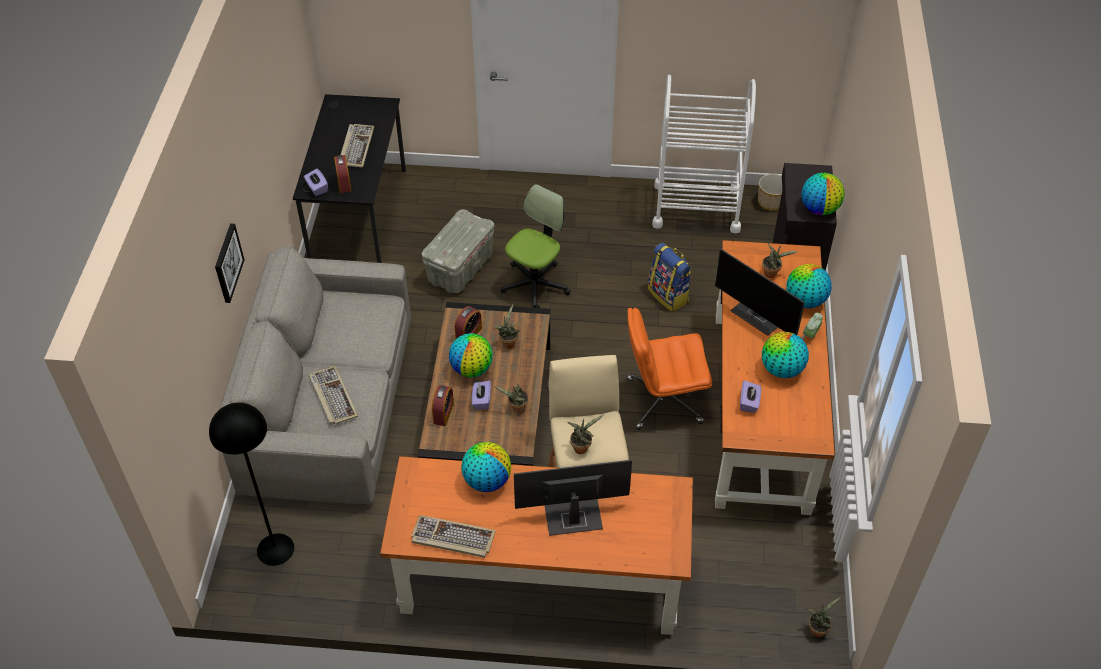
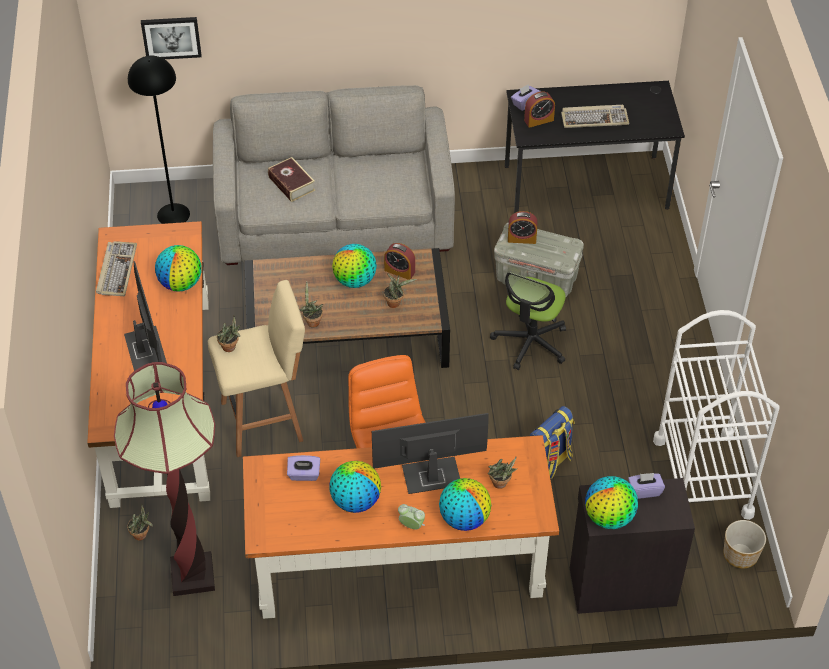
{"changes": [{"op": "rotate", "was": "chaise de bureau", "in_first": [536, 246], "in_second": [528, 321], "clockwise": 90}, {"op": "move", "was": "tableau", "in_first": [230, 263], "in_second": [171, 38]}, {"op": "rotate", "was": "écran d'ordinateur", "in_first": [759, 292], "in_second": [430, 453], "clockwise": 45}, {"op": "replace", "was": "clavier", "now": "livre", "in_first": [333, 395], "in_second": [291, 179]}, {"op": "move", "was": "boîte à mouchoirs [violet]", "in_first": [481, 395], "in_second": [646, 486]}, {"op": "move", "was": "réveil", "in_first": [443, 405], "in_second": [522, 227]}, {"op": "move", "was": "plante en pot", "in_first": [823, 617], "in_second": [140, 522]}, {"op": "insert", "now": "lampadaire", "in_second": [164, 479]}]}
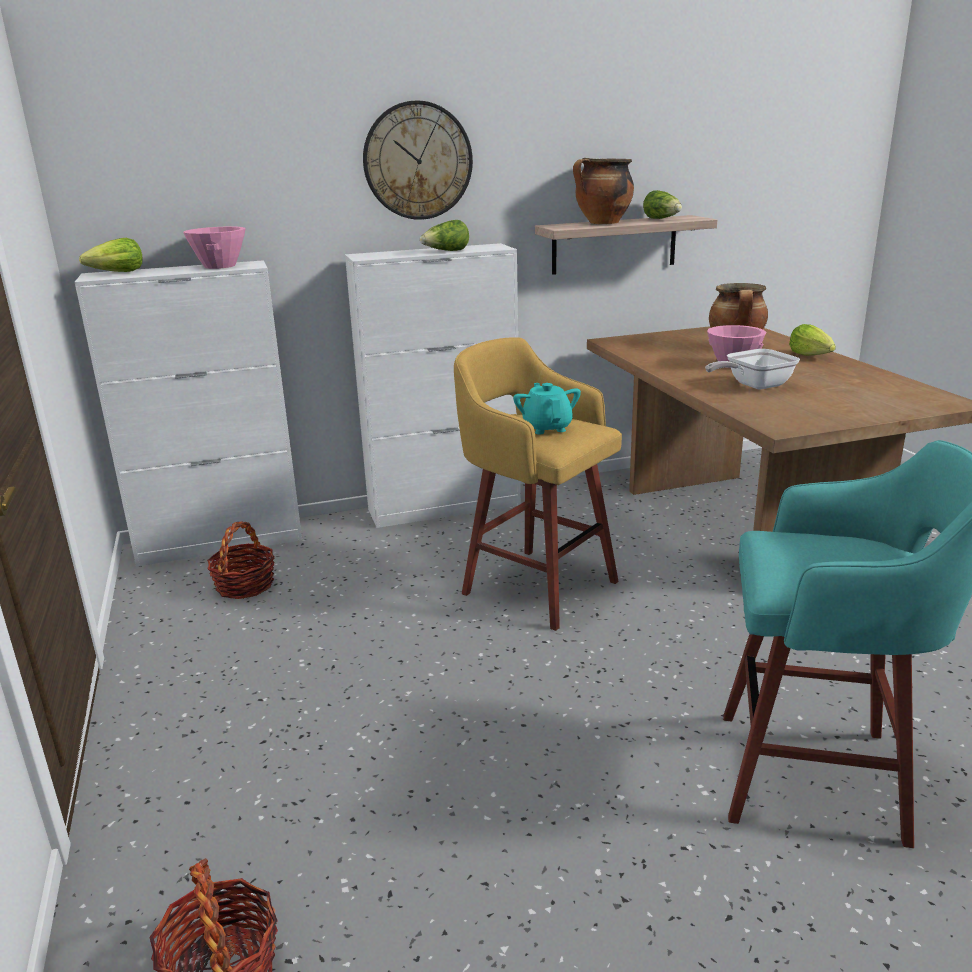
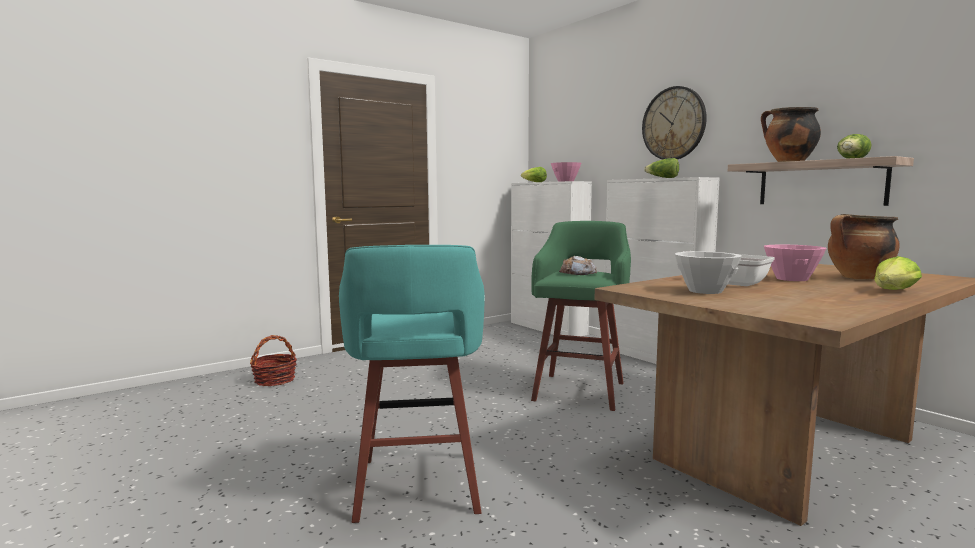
{"changes": [{"op": "recolor", "was": "tabouret [jaune]", "now": "tabouret [vert]", "in_first": [538, 484], "in_second": [581, 316]}, {"op": "replace", "was": "théière [turquoise]", "now": "pain", "in_first": [547, 408], "in_second": [578, 265]}, {"op": "delete", "was": "panier", "in_first": [241, 560]}, {"op": "insert", "now": "bol [blanc]", "in_second": [708, 273]}]}
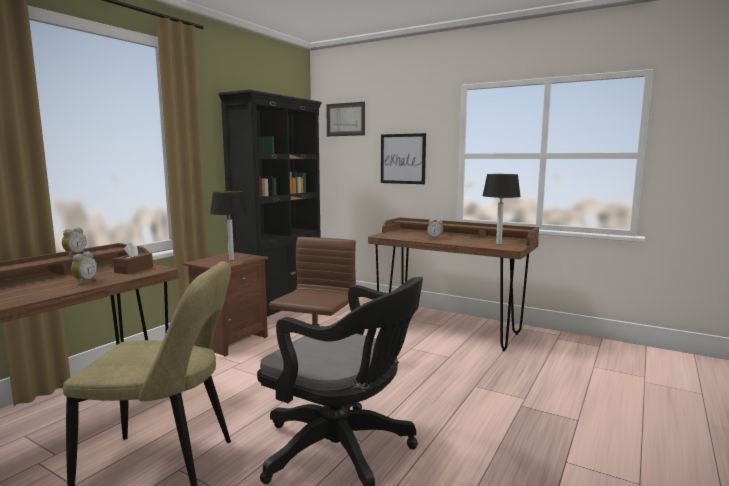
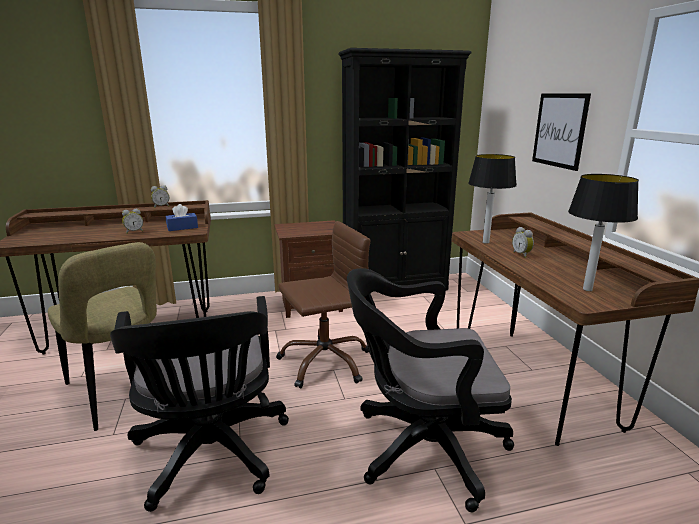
{"changes": [{"op": "delete", "was": "tableau", "in_first": [345, 119]}, {"op": "move", "was": "lampe de table", "in_first": [229, 225], "in_second": [492, 199]}, {"op": "recolor", "was": "boîte à mouchoirs [marron]", "now": "boîte à mouchoirs [bleu]", "in_first": [133, 258], "in_second": [182, 217]}, {"op": "insert", "now": "chaise de bureau [noir]", "in_second": [430, 390]}]}
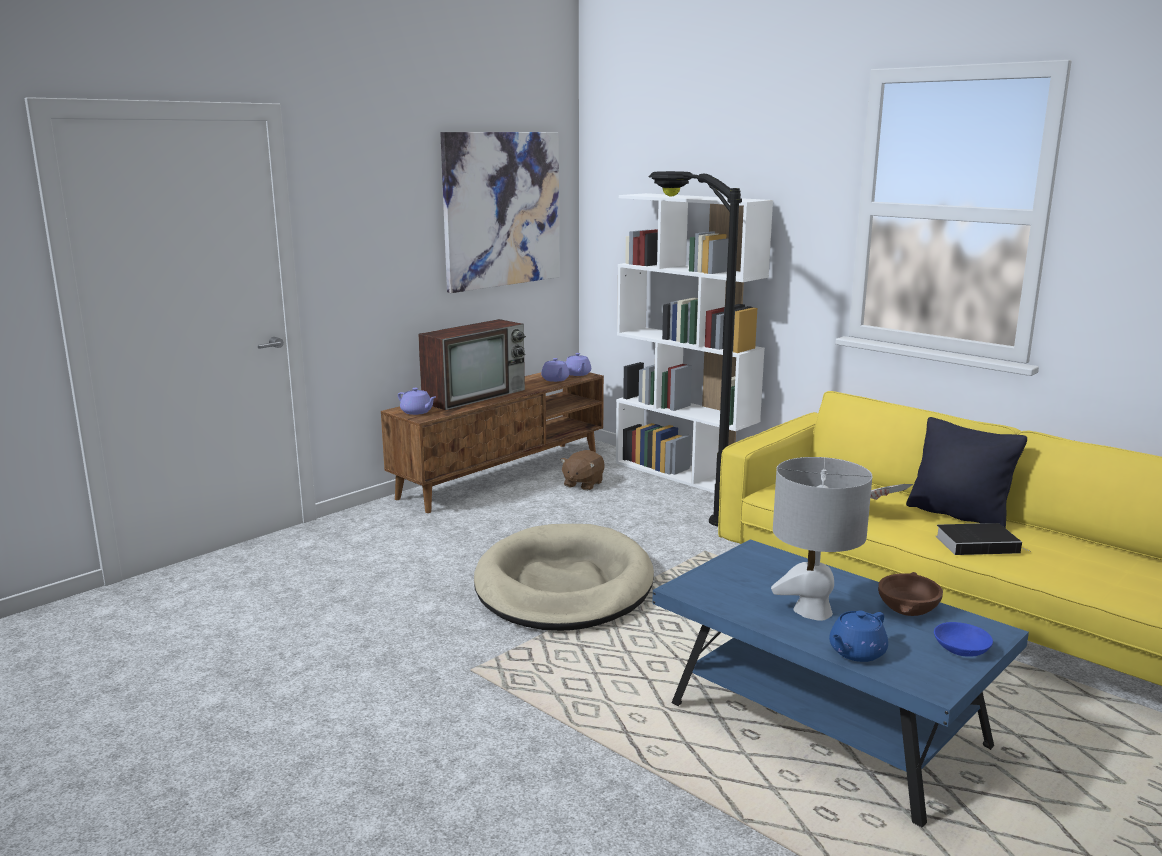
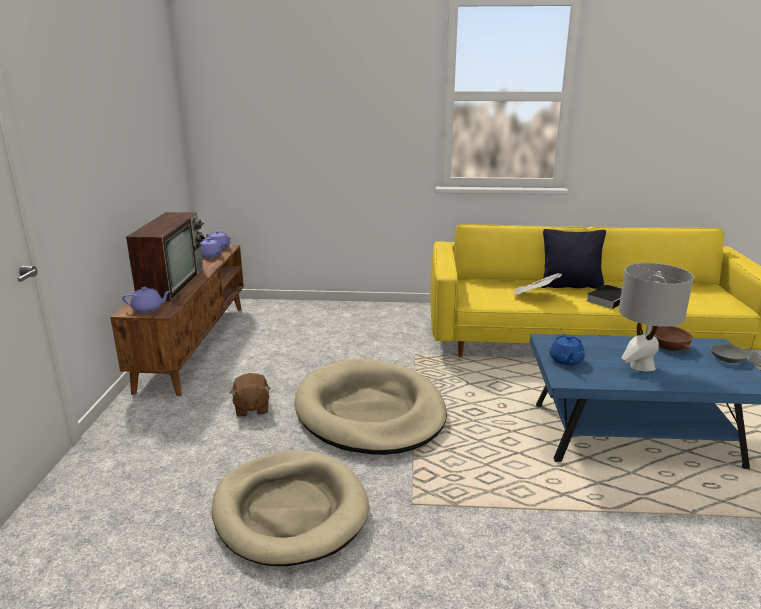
{"changes": [{"op": "delete", "was": "tableau", "in_first": [500, 212]}, {"op": "delete", "was": "lampadaire [noir]", "in_first": [695, 348]}, {"op": "delete", "was": "bibliothèque [blanc]", "in_first": [694, 343]}, {"op": "move", "was": "peluche [marron]", "in_first": [582, 470], "in_second": [250, 395]}, {"op": "move", "was": "théière [bleu]", "in_first": [858, 636], "in_second": [567, 349]}, {"op": "recolor", "was": "bol [bleu]", "now": "bol [gris]", "in_first": [963, 639], "in_second": [730, 353]}, {"op": "insert", "now": "panier pour chien [beige]", "in_second": [290, 508]}]}
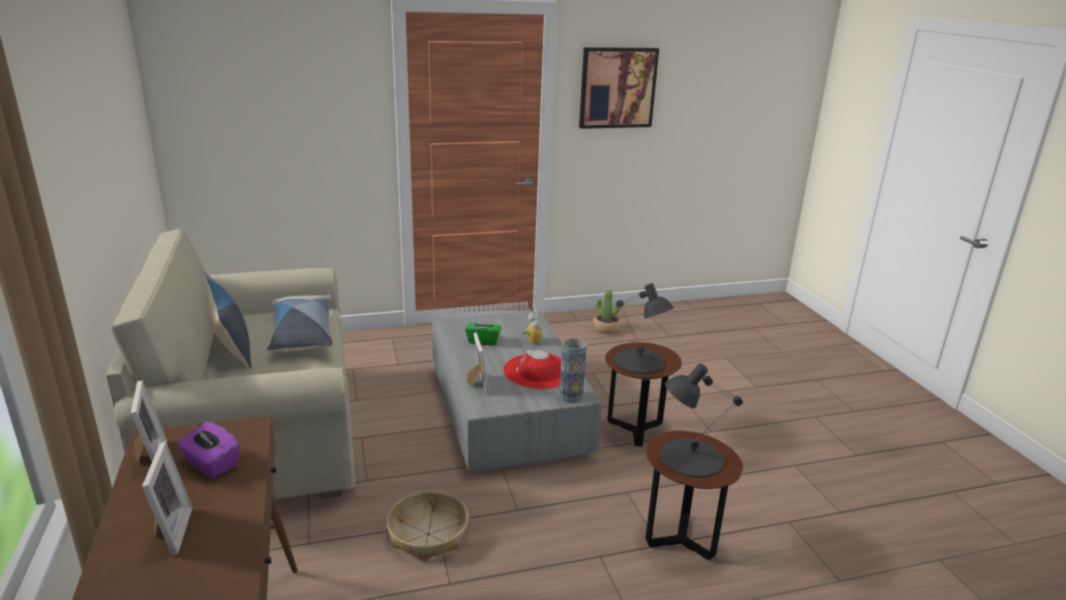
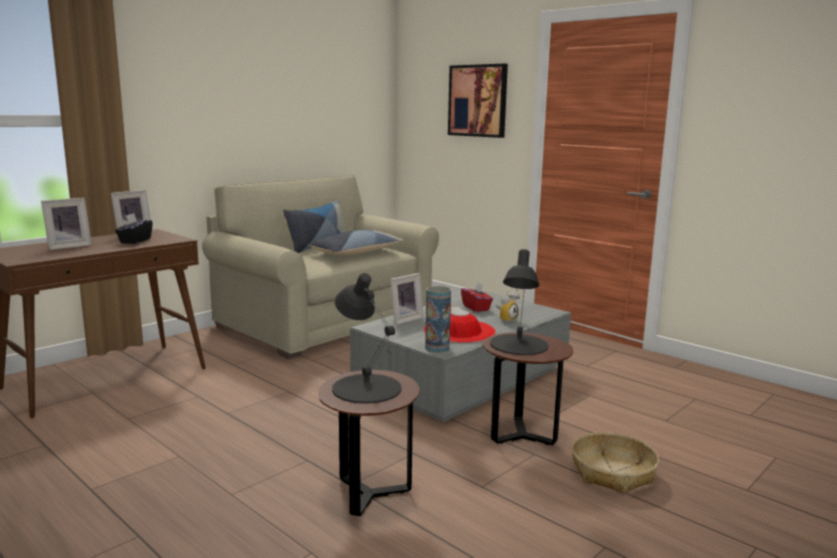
{"changes": [{"op": "move", "was": "tableau", "in_first": [619, 88], "in_second": [478, 101]}, {"op": "delete", "was": "plante en pot", "in_first": [607, 312]}, {"op": "recolor", "was": "boîte à mouchoirs [vert]", "now": "boîte à mouchoirs [rouge]", "in_first": [483, 330], "in_second": [477, 297]}, {"op": "recolor", "was": "boîte à mouchoirs [violet]", "now": "boîte à mouchoirs [noir]", "in_first": [208, 450], "in_second": [134, 228]}, {"op": "move", "was": "panier", "in_first": [427, 526], "in_second": [615, 463]}]}
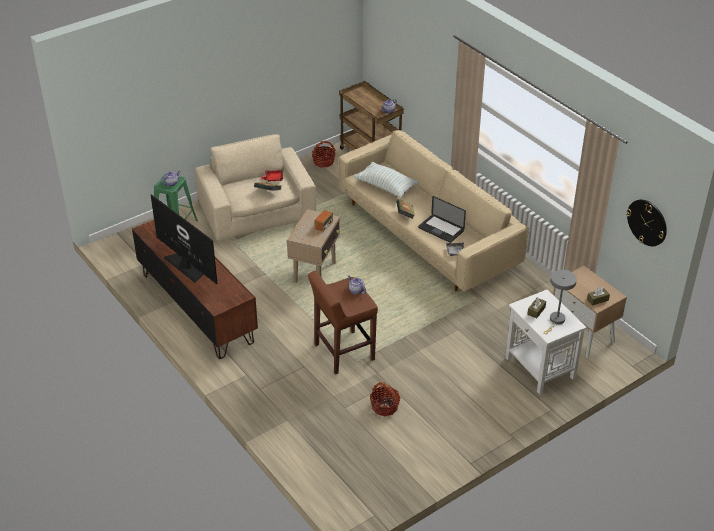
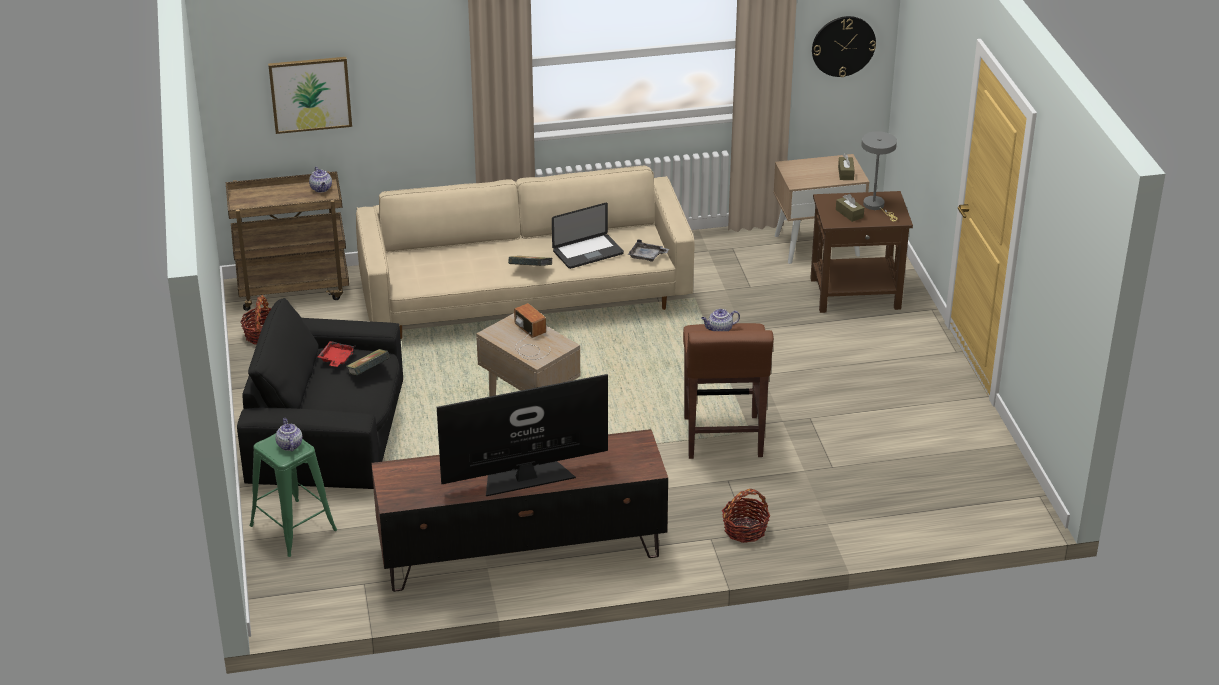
{"changes": [{"op": "recolor", "was": "fauteuil [beige]", "now": "fauteuil [noir]", "in_first": [255, 187], "in_second": [320, 393]}, {"op": "delete", "was": "coussin", "in_first": [386, 180]}, {"op": "recolor", "was": "table d'appoint [blanc]", "now": "table d'appoint [marron]", "in_first": [546, 342], "in_second": [861, 252]}, {"op": "move", "was": "panier", "in_first": [384, 399], "in_second": [746, 516]}, {"op": "insert", "now": "tableau", "in_second": [310, 95]}]}
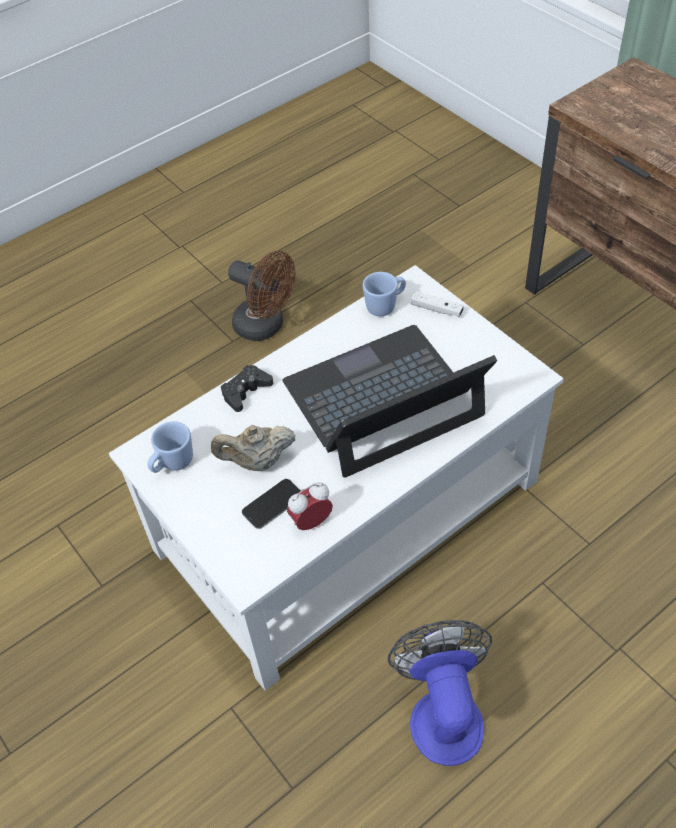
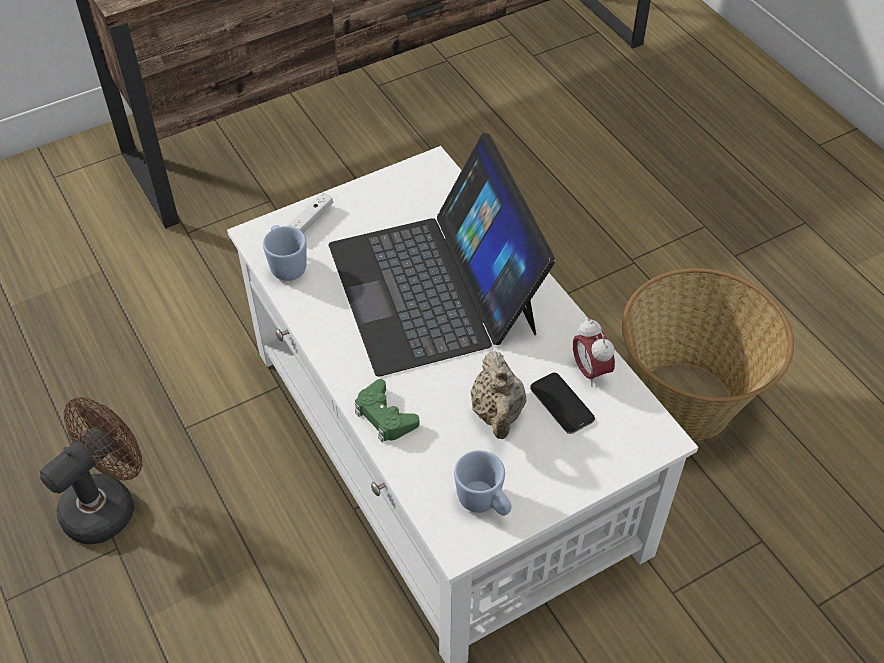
{"changes": [{"op": "recolor", "was": "manette [noir]", "now": "manette [vert]", "in_first": [247, 388], "in_second": [387, 410]}, {"op": "replace", "was": "ventilateur", "now": "panier", "in_first": [440, 693], "in_second": [708, 354]}]}
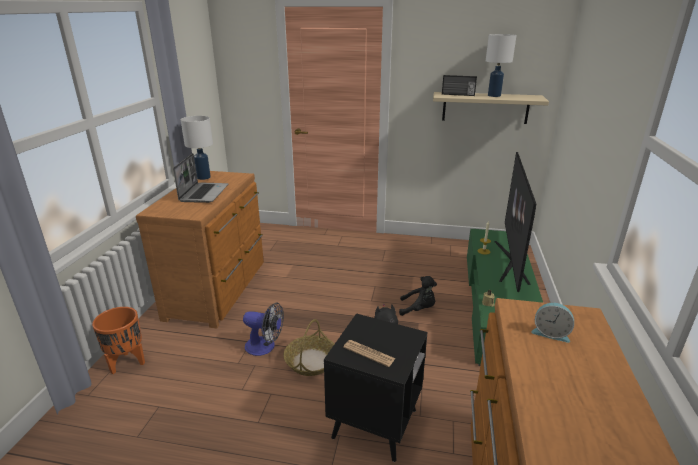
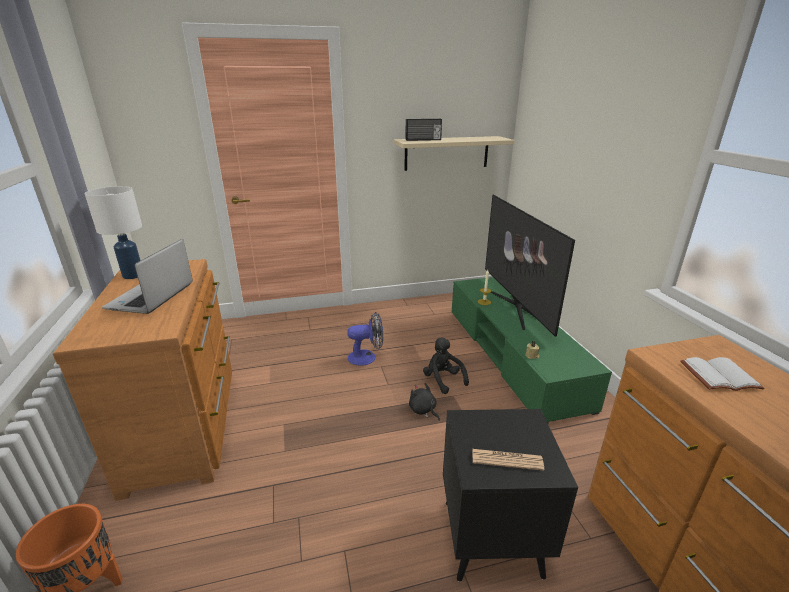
{"changes": [{"op": "delete", "was": "lampe de table [blanc]", "in_first": [501, 65]}, {"op": "rotate", "was": "ordinateur portable", "in_first": [200, 178], "in_second": [147, 276], "clockwise": -150}, {"op": "rotate", "was": "peluche [noir]", "in_first": [418, 296], "in_second": [446, 365], "clockwise": -105}, {"op": "move", "was": "ventilateur", "in_first": [263, 329], "in_second": [365, 339]}, {"op": "replace", "was": "réveil", "now": "livre [blanc]", "in_first": [552, 323], "in_second": [722, 374]}, {"op": "delete", "was": "panier", "in_first": [308, 347]}]}
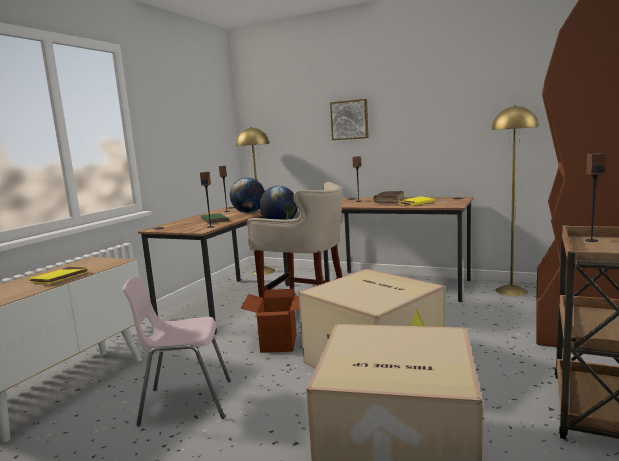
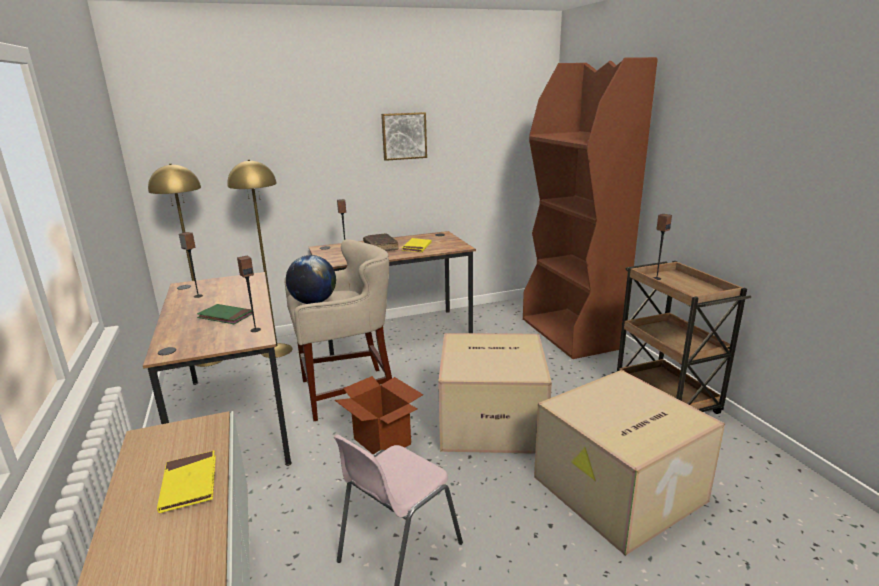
{"changes": [{"op": "move", "was": "tableau", "in_first": [349, 119], "in_second": [404, 136]}, {"op": "move", "was": "lampadaire [jaune]", "in_first": [515, 200], "in_second": [260, 258]}, {"op": "delete", "was": "globe", "in_first": [247, 195]}]}
